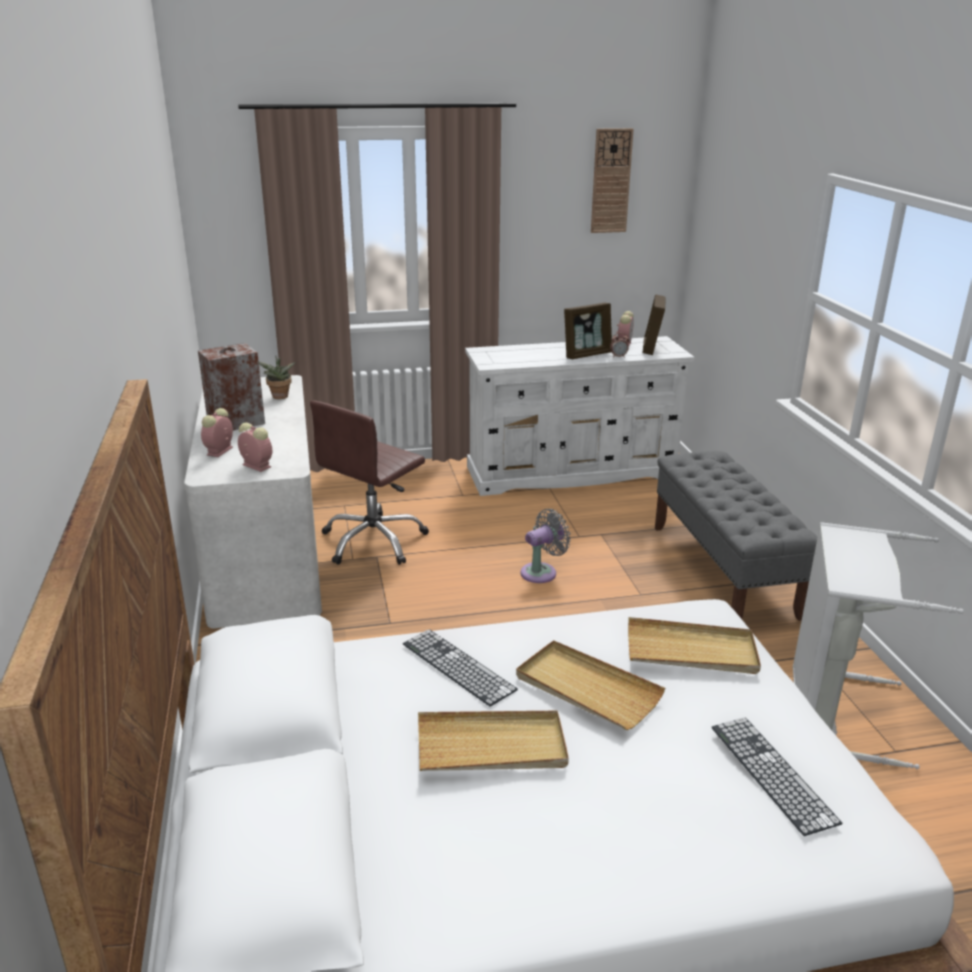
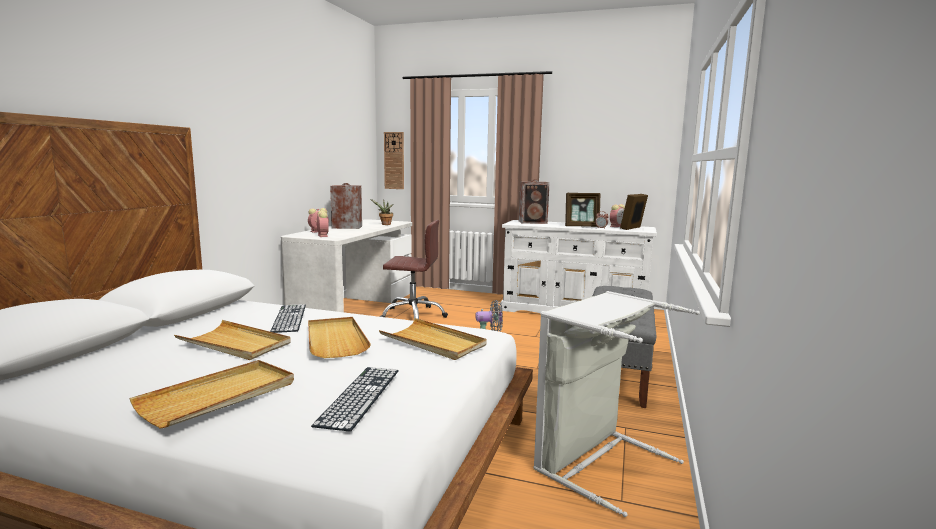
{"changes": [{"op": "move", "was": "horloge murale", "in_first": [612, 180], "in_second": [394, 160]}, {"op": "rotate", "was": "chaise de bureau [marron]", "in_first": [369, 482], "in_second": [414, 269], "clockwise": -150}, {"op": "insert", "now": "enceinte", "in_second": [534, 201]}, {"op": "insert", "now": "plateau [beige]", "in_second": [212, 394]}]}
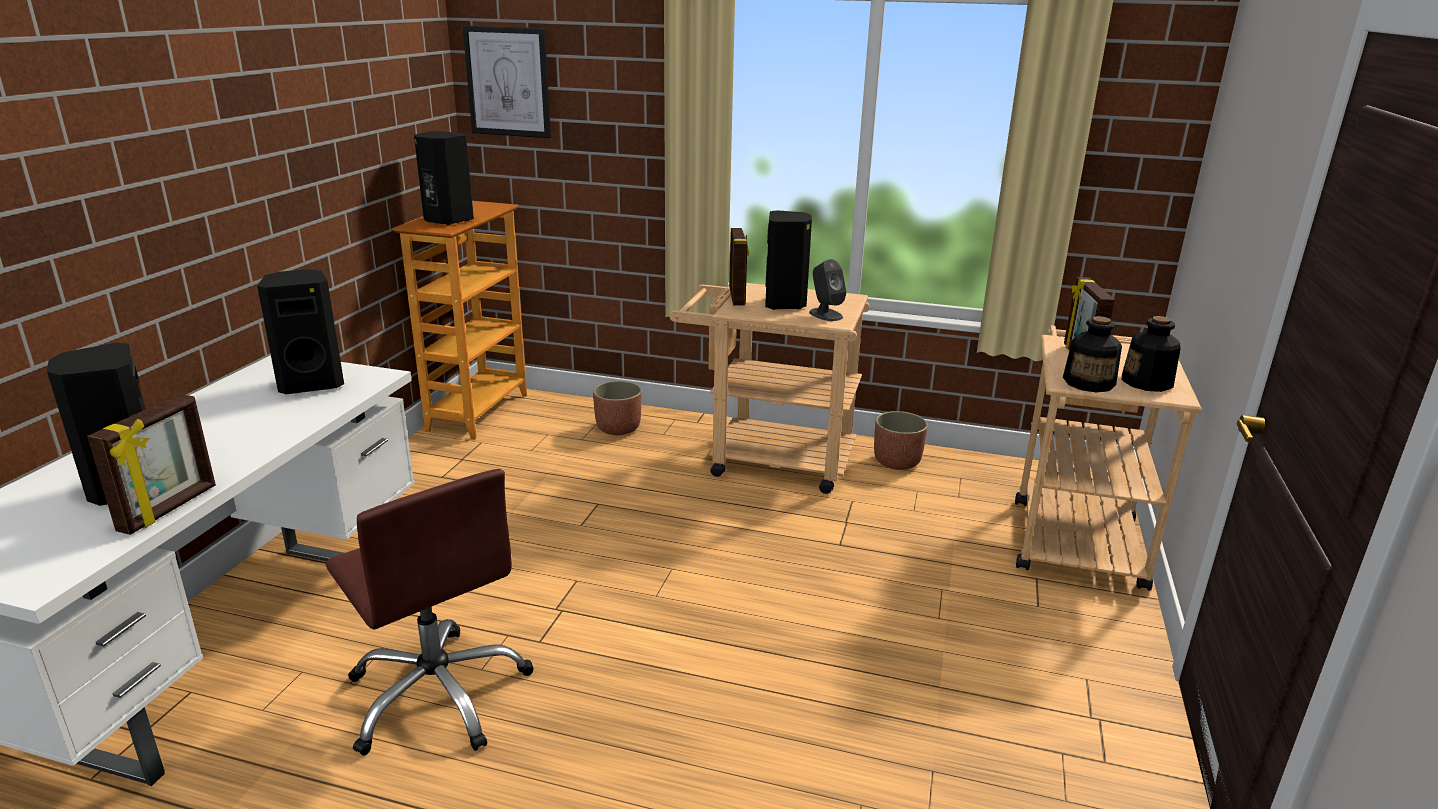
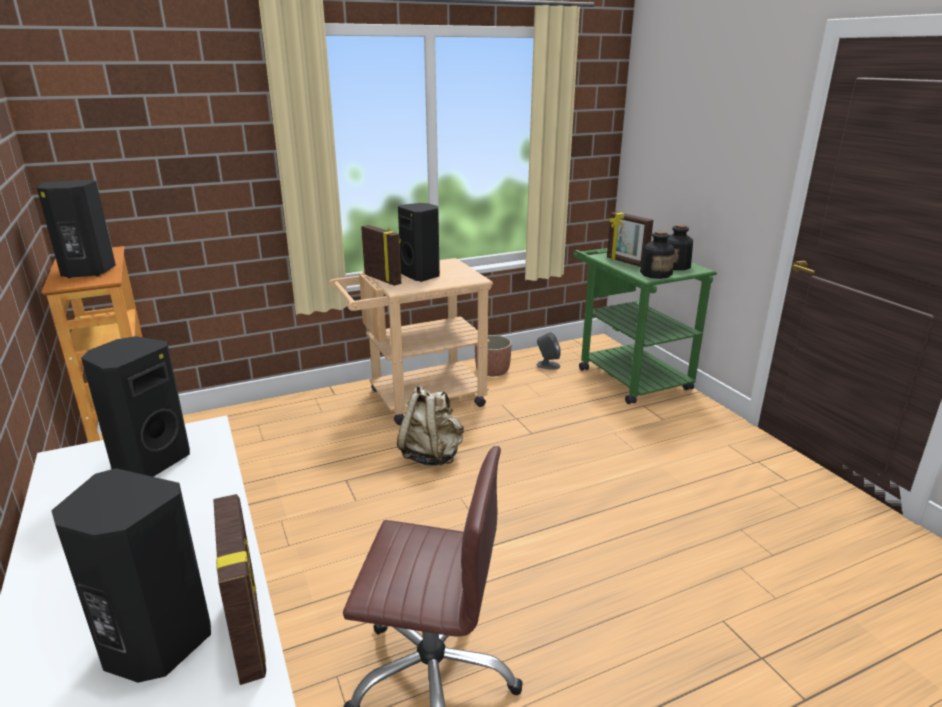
{"changes": [{"op": "delete", "was": "tableau", "in_first": [507, 81]}, {"op": "move", "was": "enceinte [gris]", "in_first": [828, 290], "in_second": [549, 351]}, {"op": "recolor", "was": "chariot [beige]", "now": "chariot [vert]", "in_first": [1108, 458], "in_second": [645, 326]}, {"op": "delete", "was": "cache-pot", "in_first": [617, 408]}, {"op": "insert", "now": "sac à dos [beige]", "in_second": [430, 425]}]}
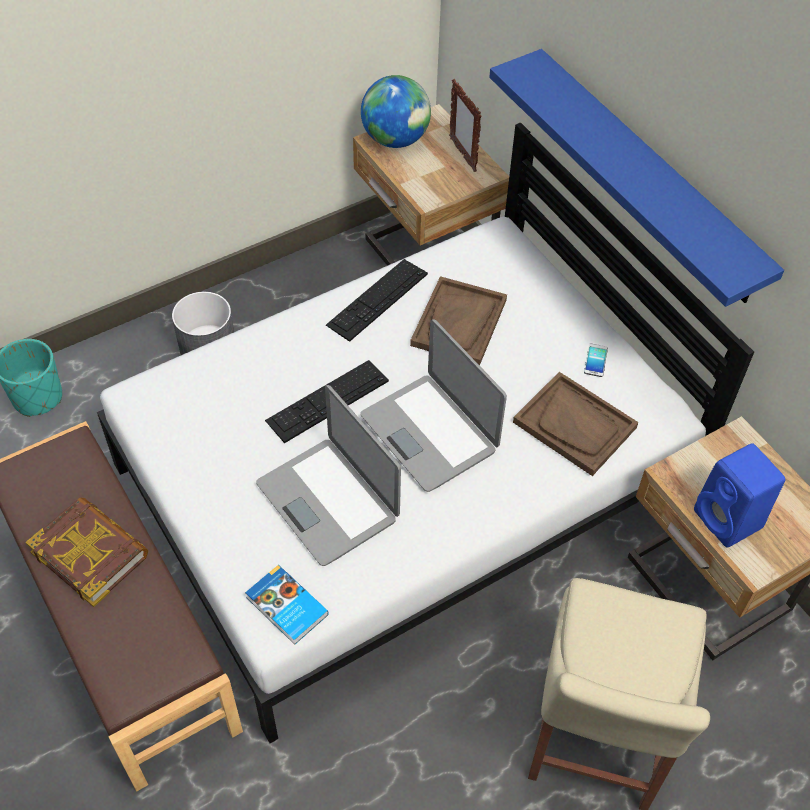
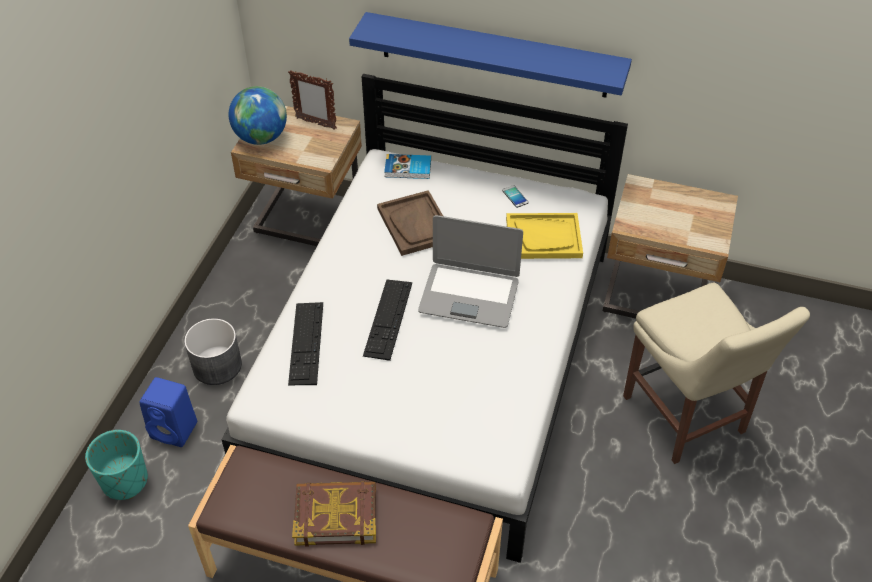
{"changes": [{"op": "move", "was": "clavier", "in_first": [377, 300], "in_second": [305, 343]}, {"op": "recolor", "was": "plateau [marron]", "now": "plateau [jaune]", "in_first": [575, 424], "in_second": [544, 236]}, {"op": "delete", "was": "ordinateur portable", "in_first": [328, 475]}, {"op": "move", "was": "enceinte [bleu]", "in_first": [739, 495], "in_second": [168, 412]}, {"op": "move", "was": "livre", "in_first": [287, 605], "in_second": [407, 166]}]}
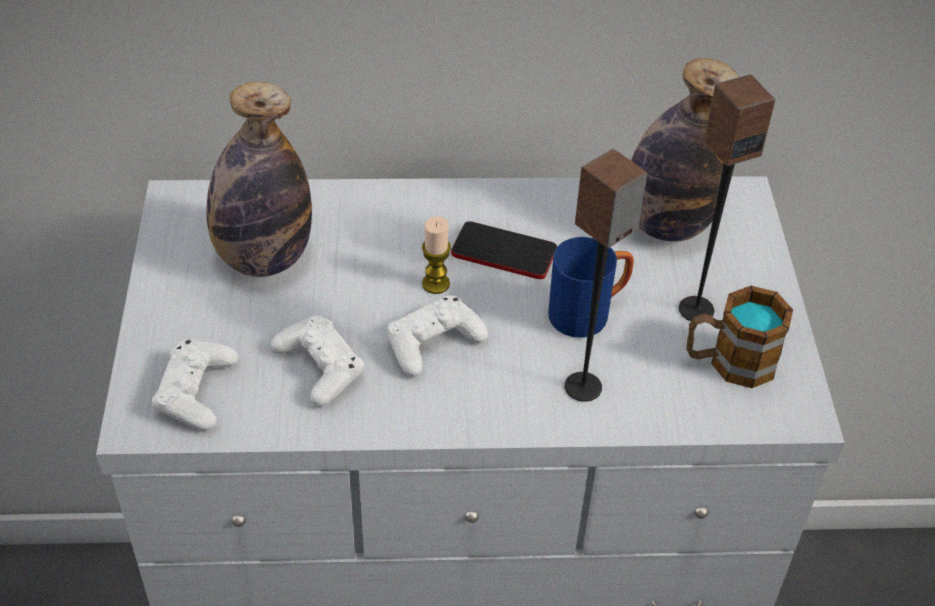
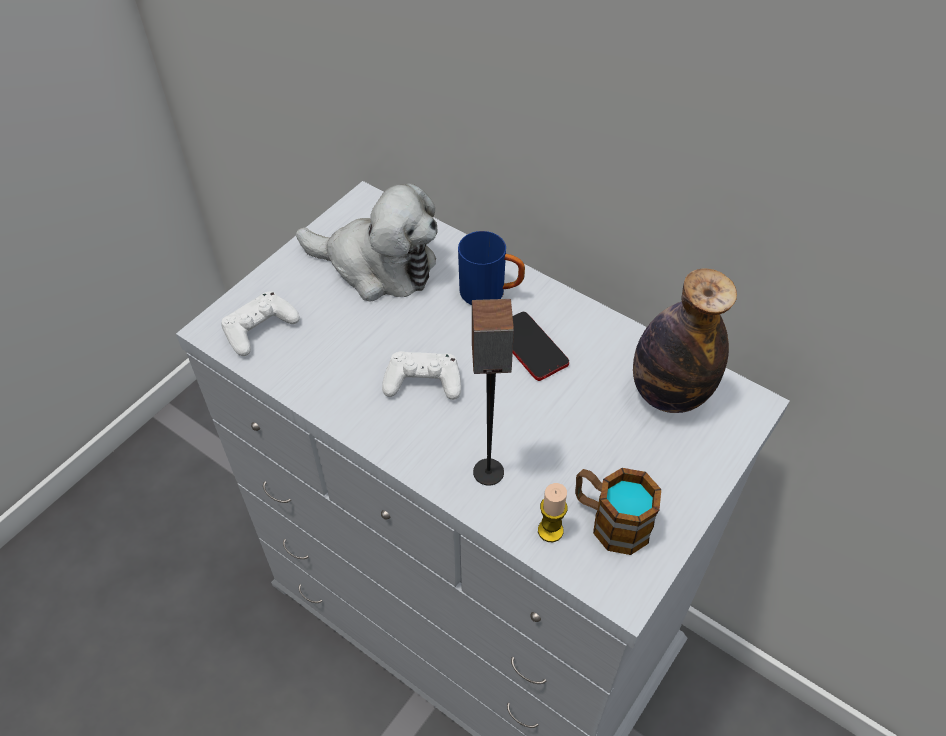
{"changes": [{"op": "delete", "was": "enceinte", "in_first": [727, 197]}, {"op": "replace", "was": "bouteille", "now": "peluche", "in_first": [259, 179], "in_second": [367, 242]}, {"op": "move", "was": "bougie", "in_first": [436, 255], "in_second": [552, 512]}, {"op": "move", "was": "mug [bleu]", "in_first": [591, 287], "in_second": [491, 268]}, {"op": "delete", "was": "manette [blanc]", "in_first": [317, 361]}]}
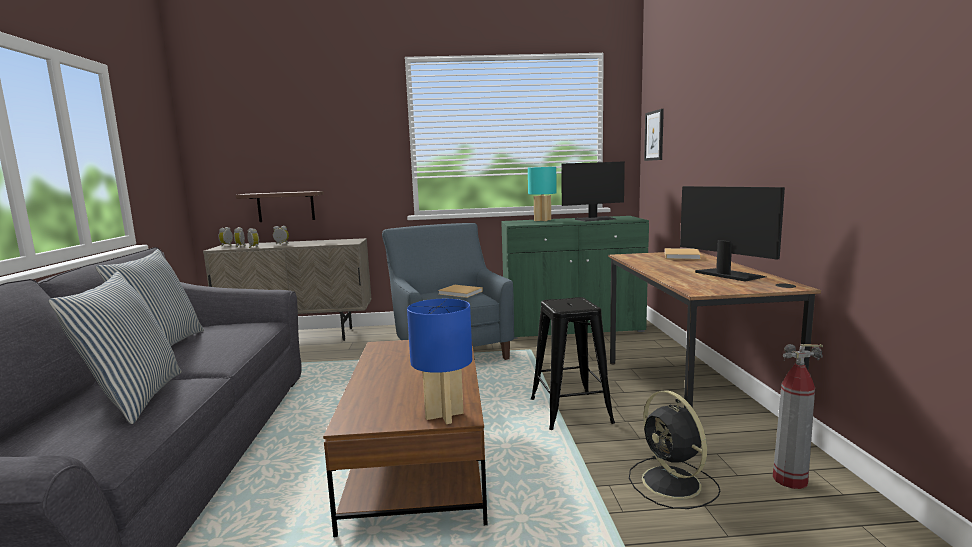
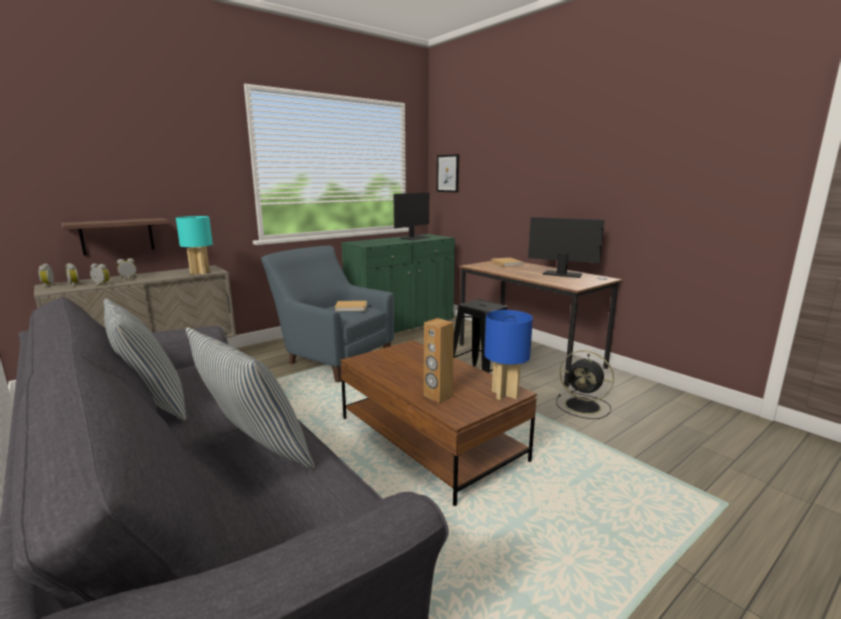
{"changes": [{"op": "move", "was": "lampe de table [turquoise]", "in_first": [542, 194], "in_second": [194, 245]}, {"op": "delete", "was": "extincteur", "in_first": [798, 416]}, {"op": "insert", "now": "enceinte [marron]", "in_second": [439, 360]}]}
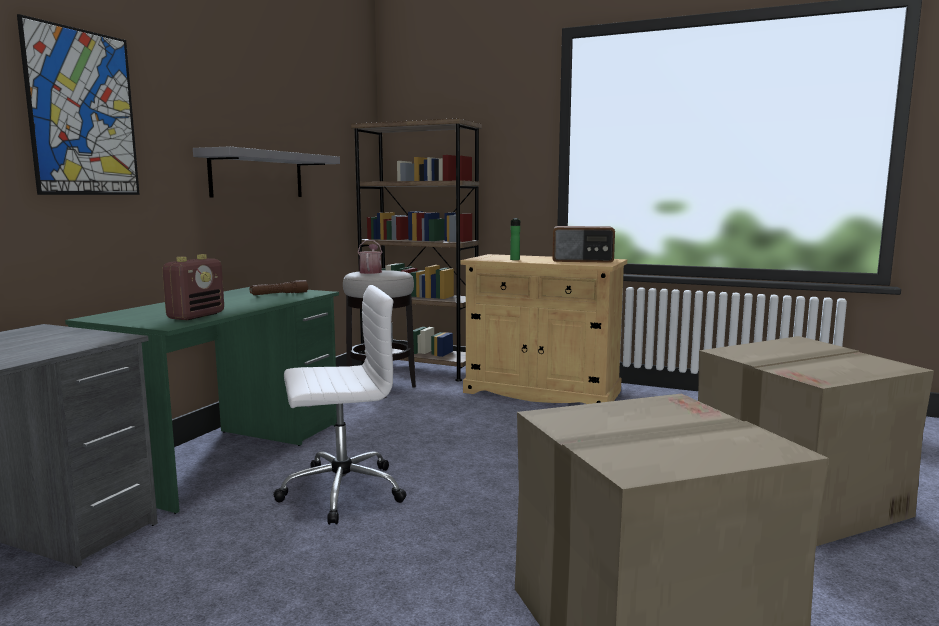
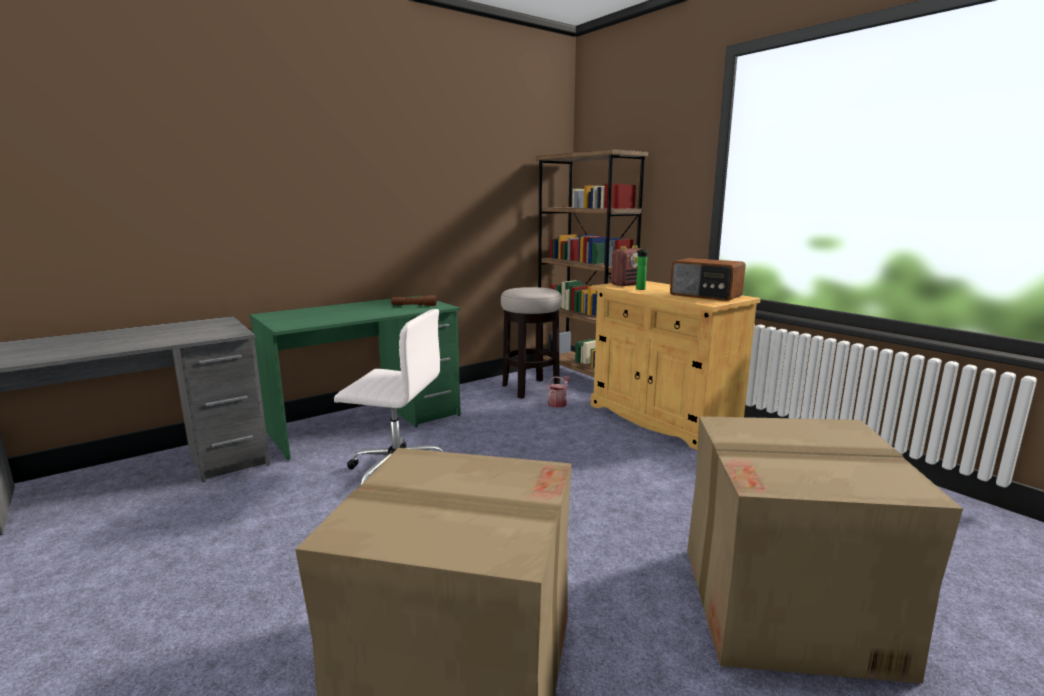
{"changes": [{"op": "delete", "was": "tableau", "in_first": [78, 104]}, {"op": "delete", "was": "étagère [gris]", "in_first": [266, 171]}, {"op": "move", "was": "arrosoir", "in_first": [370, 257], "in_second": [559, 392]}, {"op": "move", "was": "radio", "in_first": [193, 287], "in_second": [626, 266]}]}
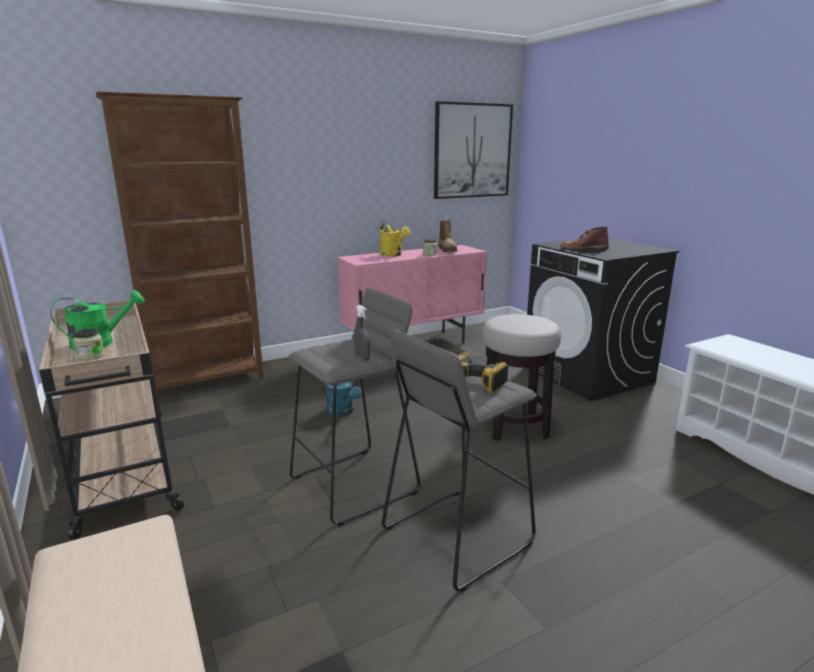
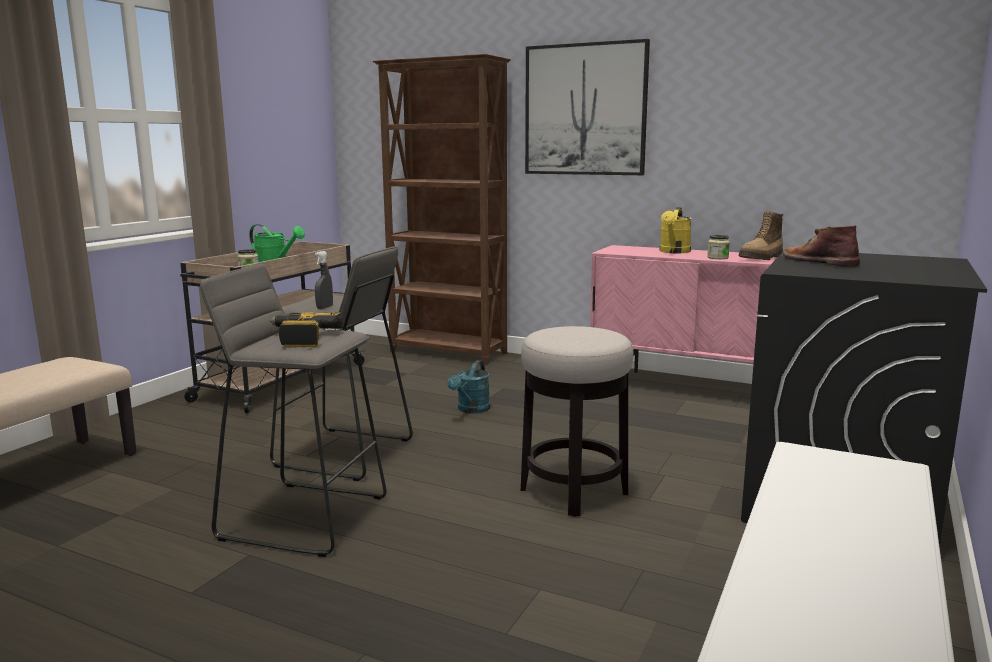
{"changes": [{"op": "move", "was": "tableau", "in_first": [473, 150], "in_second": [587, 107]}]}
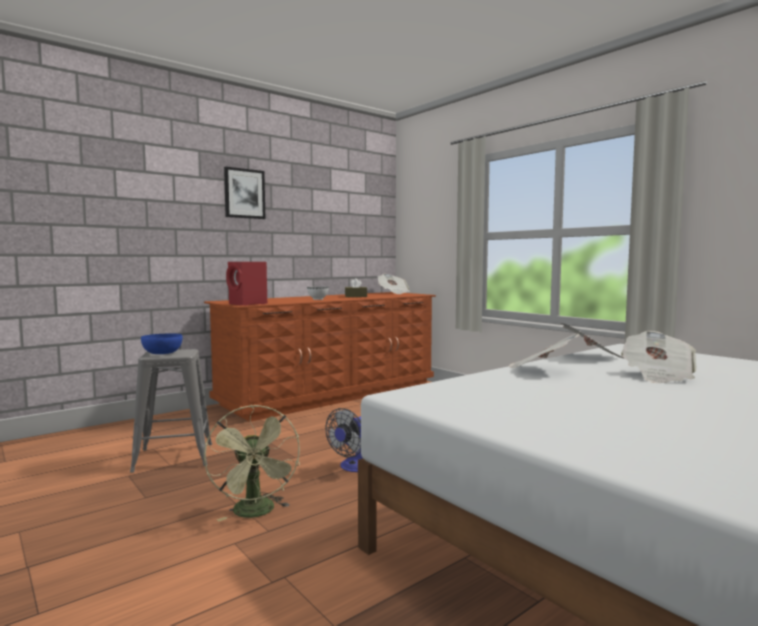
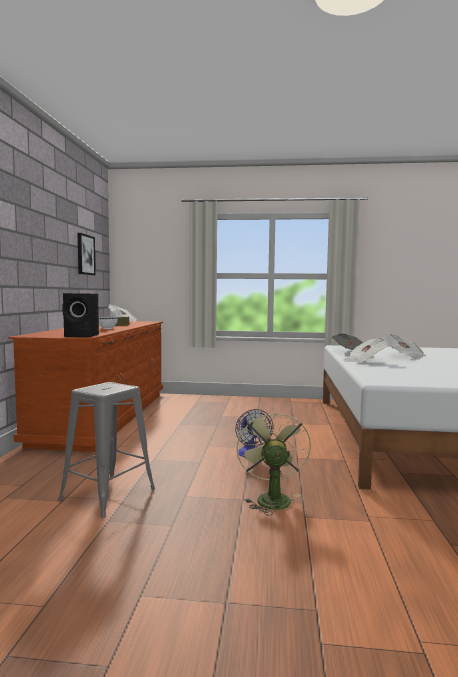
{"changes": [{"op": "move", "was": "tableau", "in_first": [244, 192], "in_second": [87, 254]}, {"op": "recolor", "was": "enceinte [rouge]", "now": "enceinte [noir]", "in_first": [246, 283], "in_second": [80, 315]}, {"op": "delete", "was": "bol [bleu]", "in_first": [162, 344]}, {"op": "rotate", "was": "ventilateur [vert]", "in_first": [252, 463], "in_second": [274, 462], "clockwise": -120}]}
